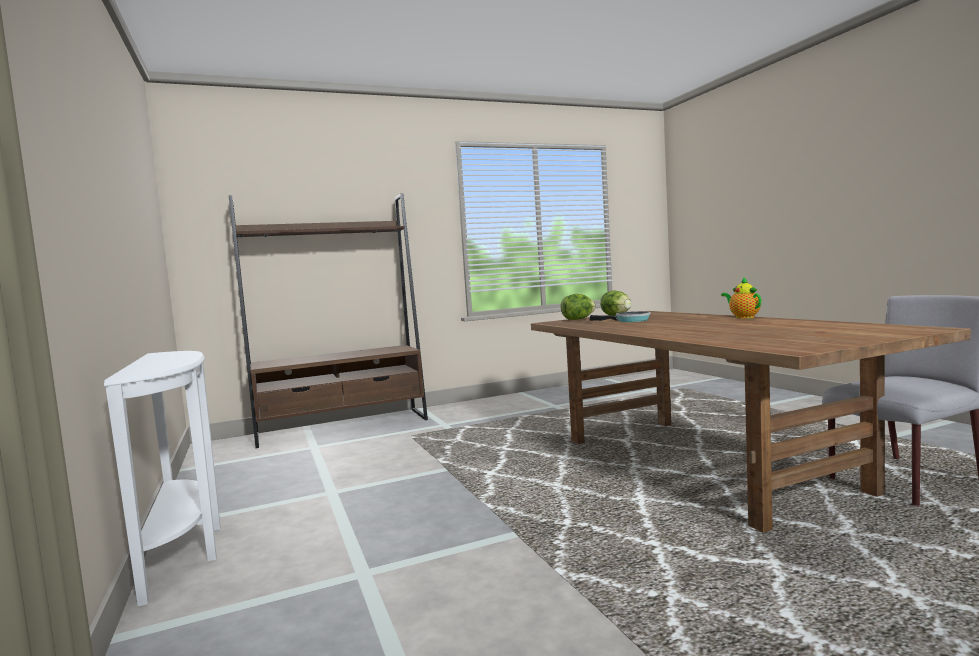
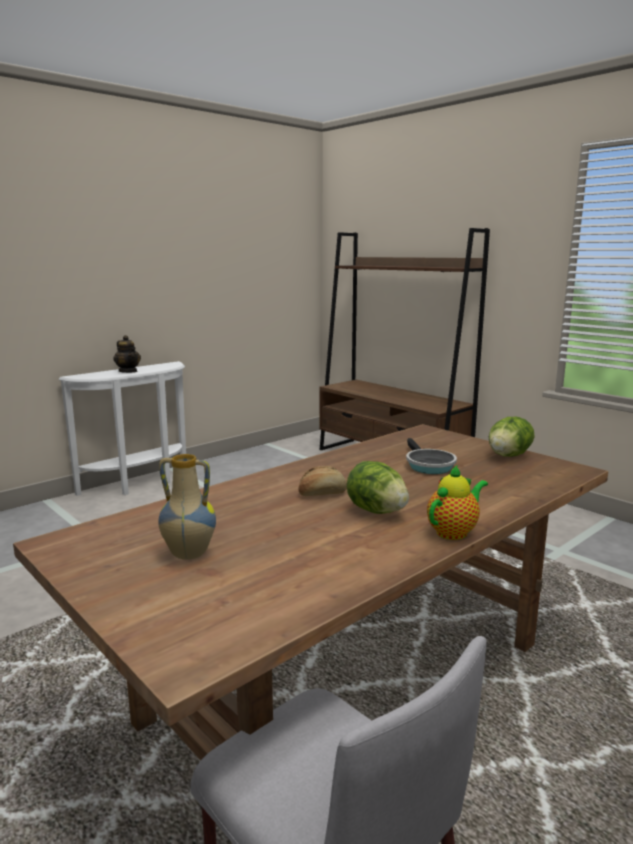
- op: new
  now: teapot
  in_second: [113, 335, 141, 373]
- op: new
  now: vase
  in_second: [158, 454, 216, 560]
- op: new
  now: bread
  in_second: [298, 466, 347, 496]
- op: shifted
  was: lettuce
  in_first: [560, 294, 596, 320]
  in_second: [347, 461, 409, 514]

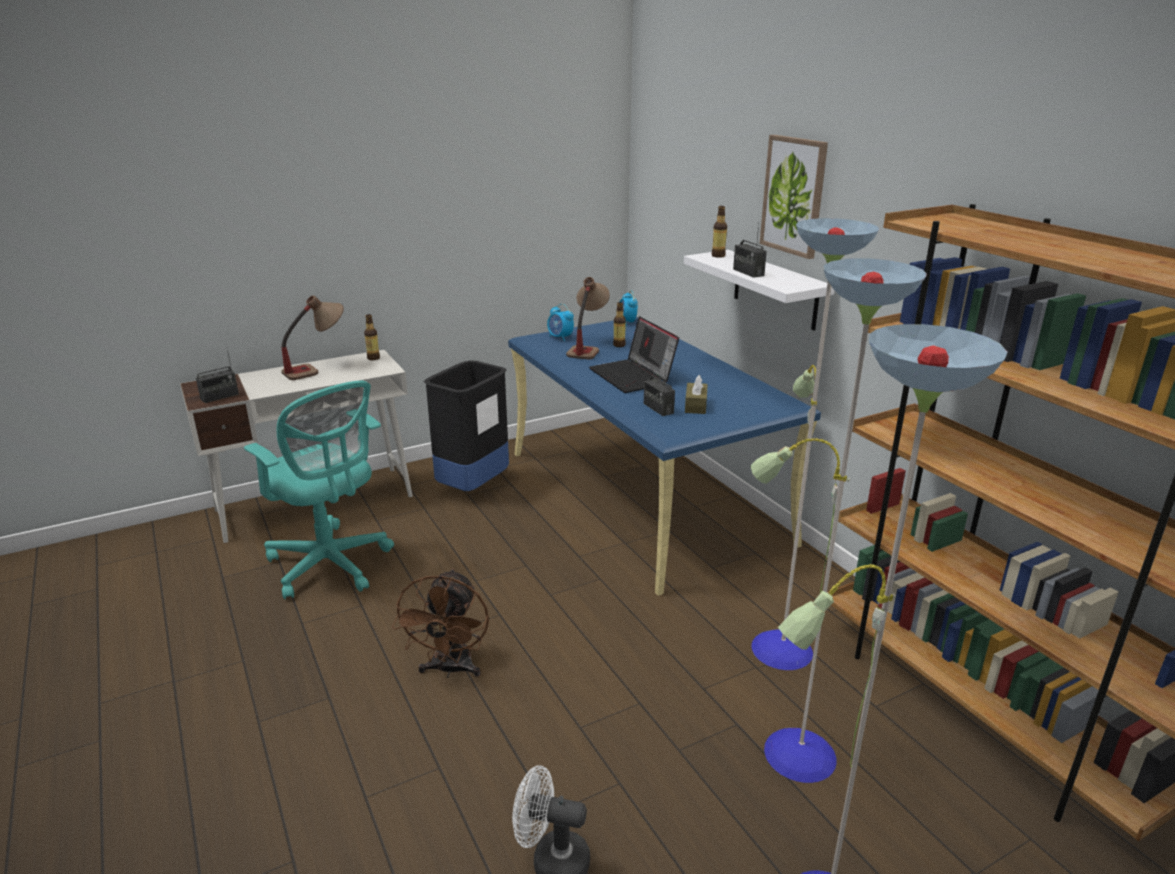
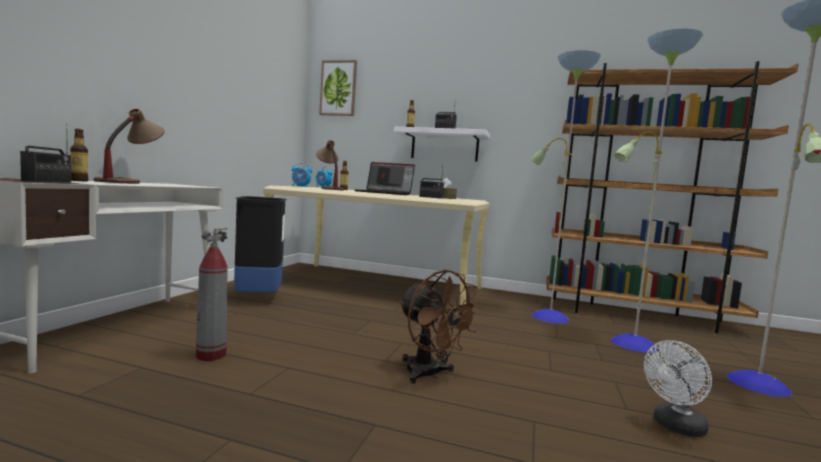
- op: shifted
  was: bottle
  in_first: [364, 314, 380, 360]
  in_second: [70, 129, 88, 182]
- op: shifted
  was: picture
  in_first: [760, 135, 828, 259]
  in_second: [319, 60, 357, 116]
- op: swapped
  was: office chair (turquoise)
  now: fire extinguisher
  in_first: [244, 381, 394, 599]
  in_second: [196, 227, 228, 361]
- op: repainted
  was: desk (blue)
  now: desk (beige)
  in_first: [508, 317, 821, 596]
  in_second: [263, 186, 490, 305]

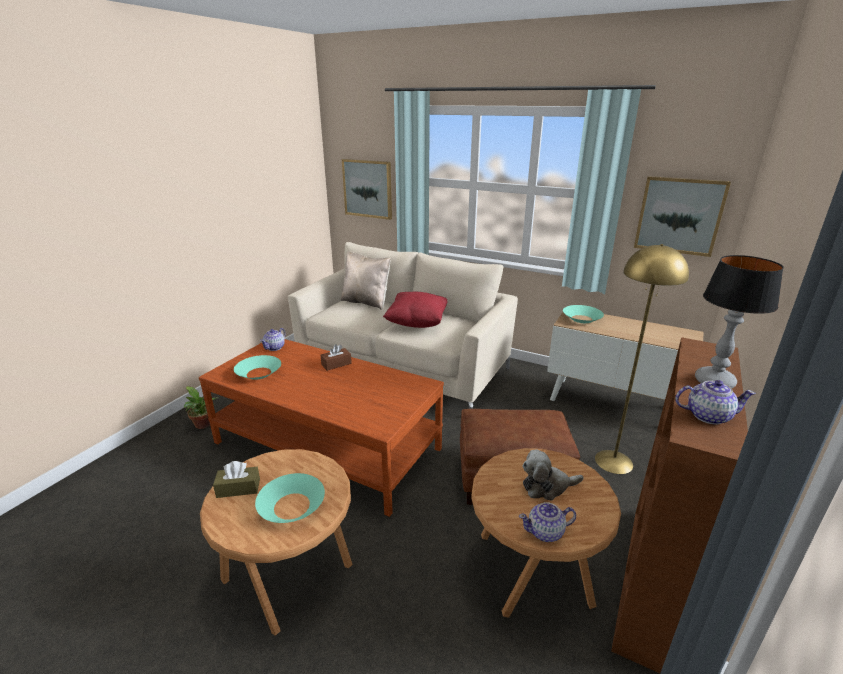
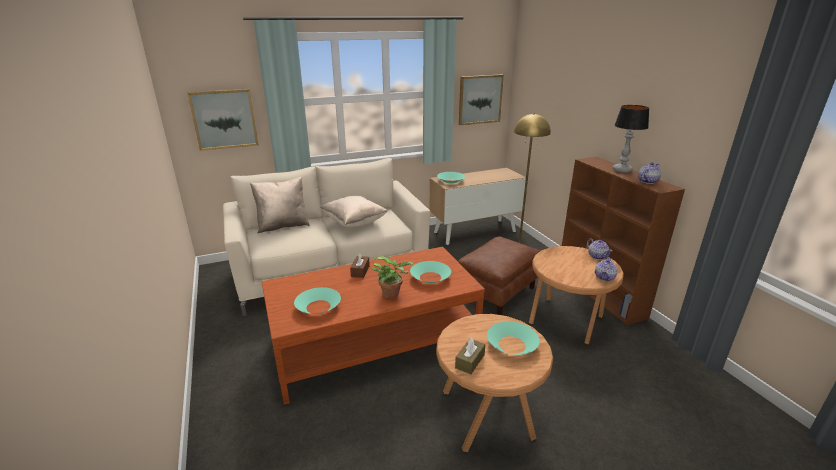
- op: gone
  was: plush toy
  in_first: [522, 450, 584, 501]
- op: new
  now: bowl (turquoise)
  in_second: [410, 261, 451, 283]
- op: shifted
  was: potted plant
  in_first: [184, 386, 218, 429]
  in_second: [372, 256, 414, 298]
- op: shifted
  was: teapot
  in_first: [260, 328, 286, 351]
  in_second: [587, 238, 613, 260]
- op: repainted
  was: pillow (red)
  now: pillow (beige)
  in_first: [383, 292, 447, 328]
  in_second: [320, 195, 387, 227]

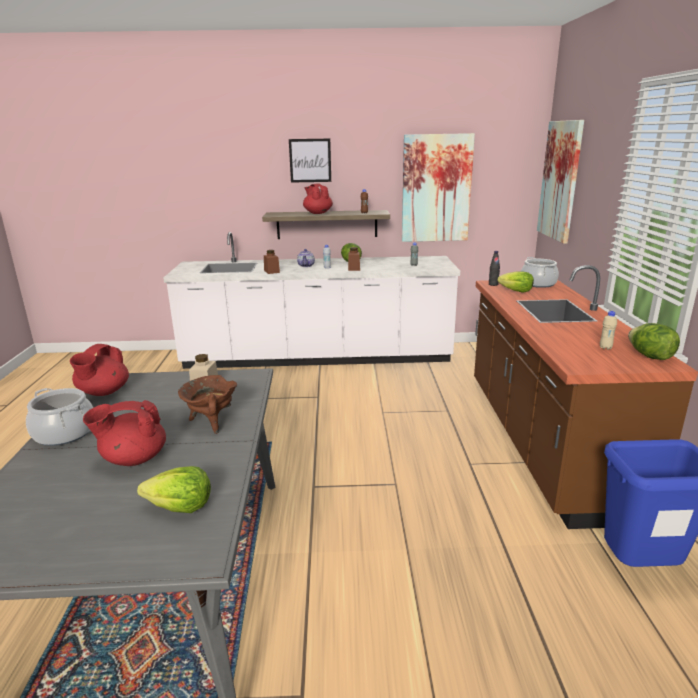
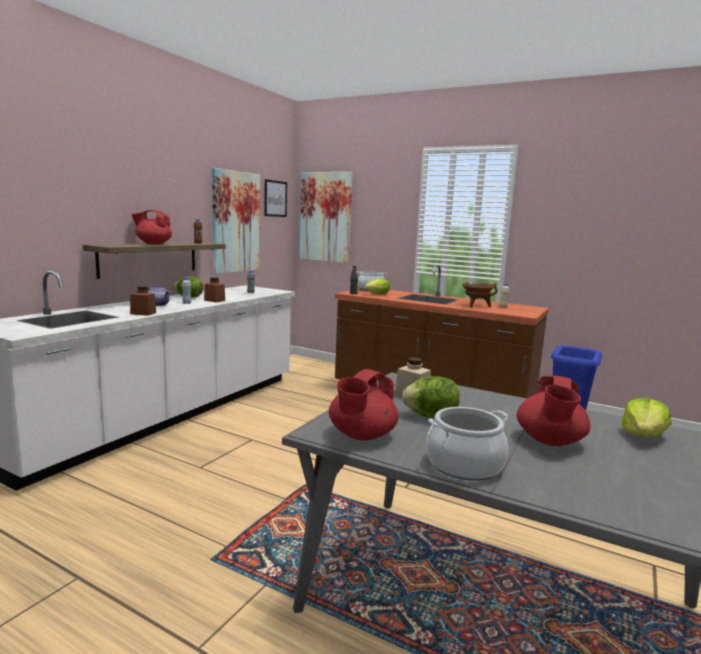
- op: shifted
  was: cooking pot (brown)
  in_first: [178, 375, 237, 434]
  in_second: [462, 282, 497, 307]
- op: shifted
  was: picture
  in_first: [289, 139, 331, 183]
  in_second: [264, 179, 287, 217]
- op: shifted
  was: lettuce
  in_first: [628, 323, 680, 360]
  in_second: [402, 376, 460, 418]
- op: rotated
  was: teapot (red)
  in_first: [70, 344, 129, 396]
  in_second: [329, 369, 398, 441]
  clockwise: 75

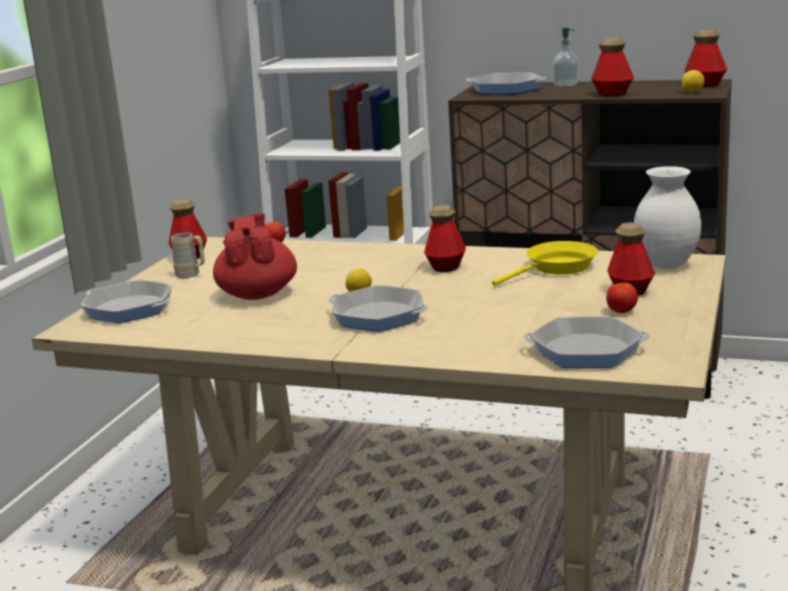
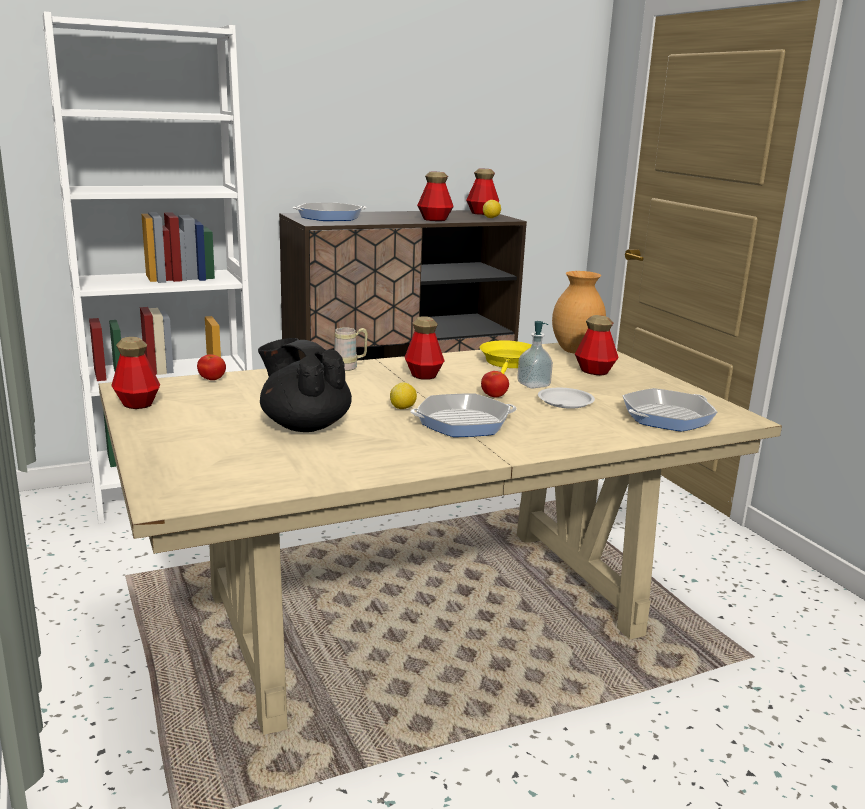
- op: gone
  was: frying pan
  in_first: [81, 280, 172, 323]
- op: new
  now: plate (white)
  in_second: [538, 388, 595, 409]
- op: shifted
  was: mug (beige)
  in_first: [171, 233, 205, 278]
  in_second: [334, 327, 368, 371]
- op: shifted
  was: soap dispenser
  in_first: [553, 27, 579, 86]
  in_second: [517, 321, 553, 389]
- op: shifted
  was: tomato
  in_first: [606, 282, 638, 313]
  in_second: [481, 371, 509, 398]
- op: repainted
  was: teapot (red)
  now: teapot (black)
  in_first: [213, 213, 297, 300]
  in_second: [258, 338, 352, 432]
- op: repainted
  was: vase (white)
  now: vase (brown)
  in_first: [634, 166, 701, 269]
  in_second: [552, 271, 606, 354]

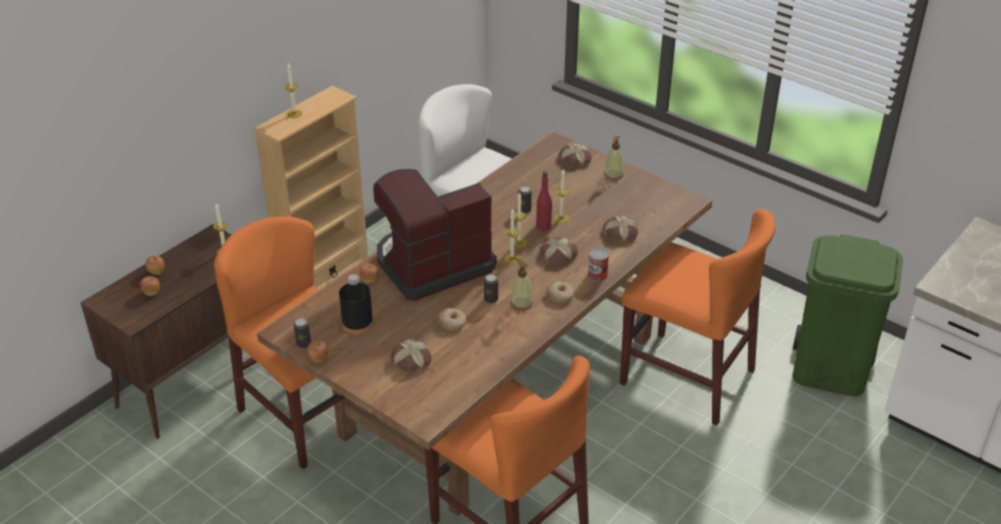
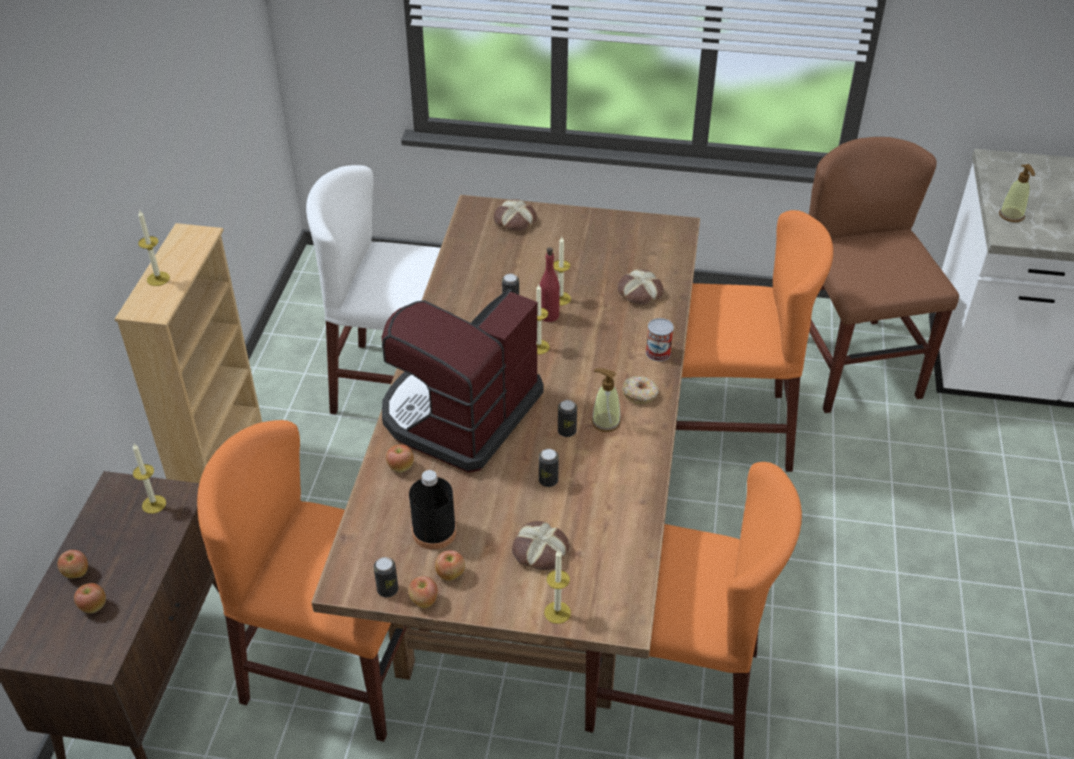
- op: gone
  was: bread
  in_first: [540, 237, 578, 265]
- op: new
  now: apple
  in_second: [435, 550, 465, 581]
- op: shifted
  was: candle
  in_first: [504, 208, 521, 264]
  in_second: [544, 550, 571, 624]
- op: shifted
  was: soap dispenser
  in_first: [604, 136, 624, 180]
  in_second: [999, 164, 1035, 222]
- op: swapped
  was: donut
  now: can
  in_first: [438, 308, 466, 330]
  in_second: [539, 449, 559, 487]
- op: swapped
  was: trash can (green)
  now: chair (brown)
  in_first: [793, 234, 903, 397]
  in_second: [809, 137, 959, 413]

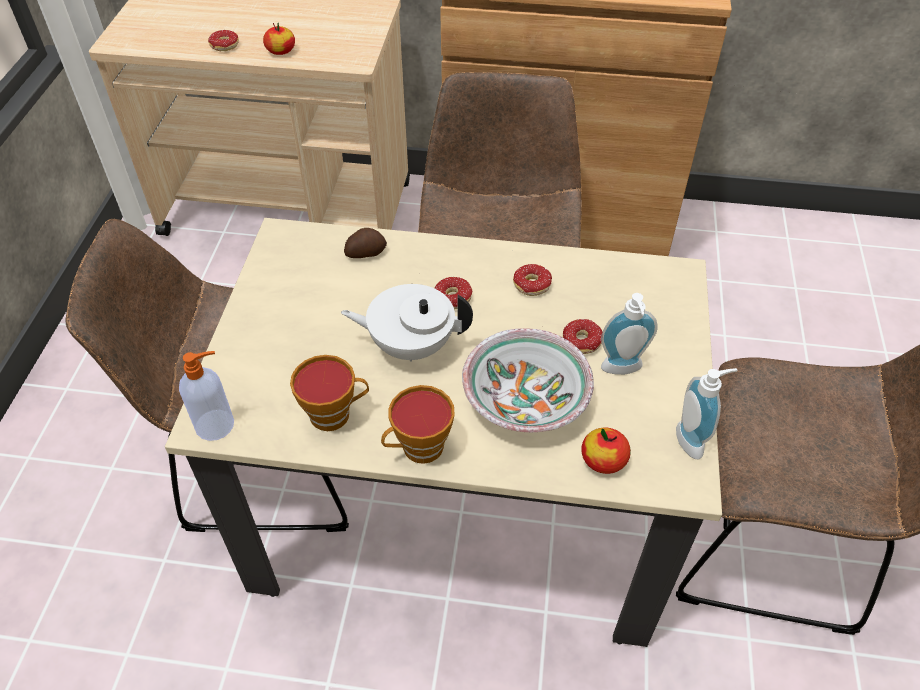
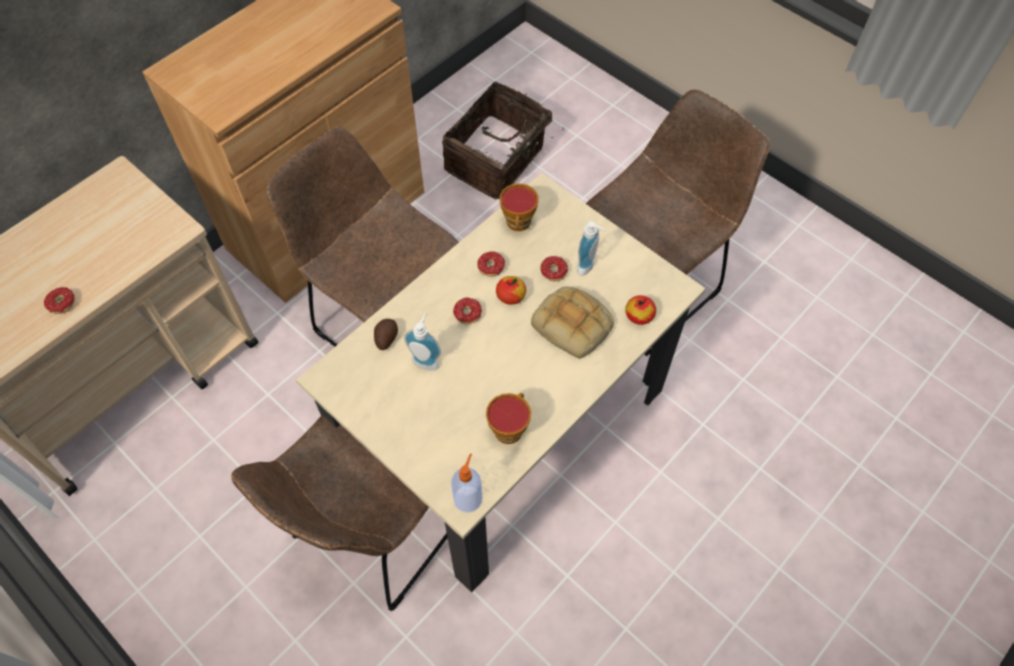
- op: gone
  was: teapot (white)
  in_first: [341, 284, 473, 361]
- op: new
  now: basket
  in_second: [442, 81, 564, 199]
- op: shifted
  was: apple
  in_first: [263, 23, 295, 55]
  in_second: [496, 276, 526, 305]
- op: shifted
  was: cup
  in_first: [381, 385, 455, 464]
  in_second: [500, 183, 539, 231]
- op: shifted
  was: soap dispenser
  in_first: [676, 368, 737, 459]
  in_second: [404, 313, 441, 370]
- op: swapped
  was: bowl
  now: bread
  in_first: [462, 328, 594, 432]
  in_second: [531, 287, 614, 359]

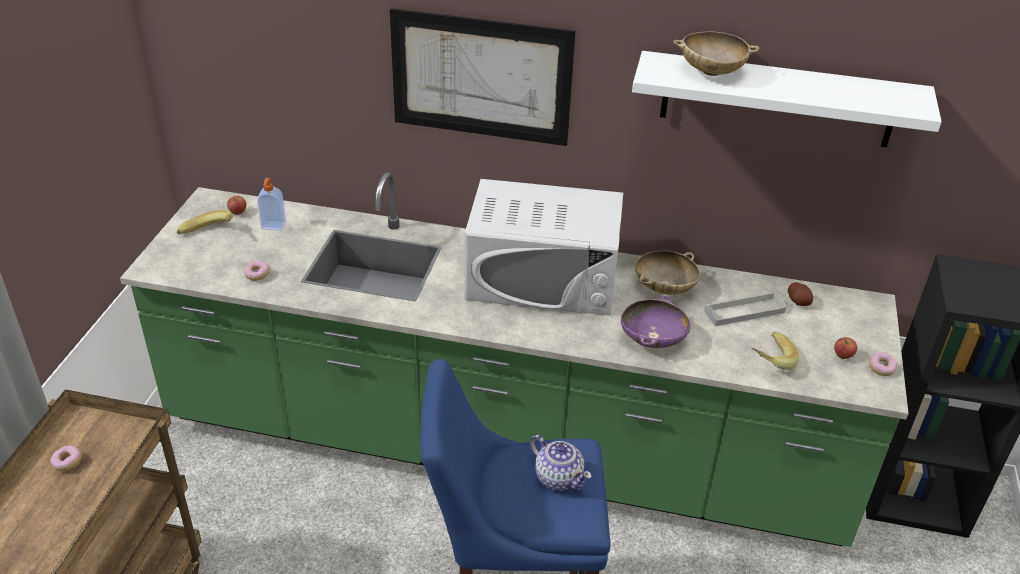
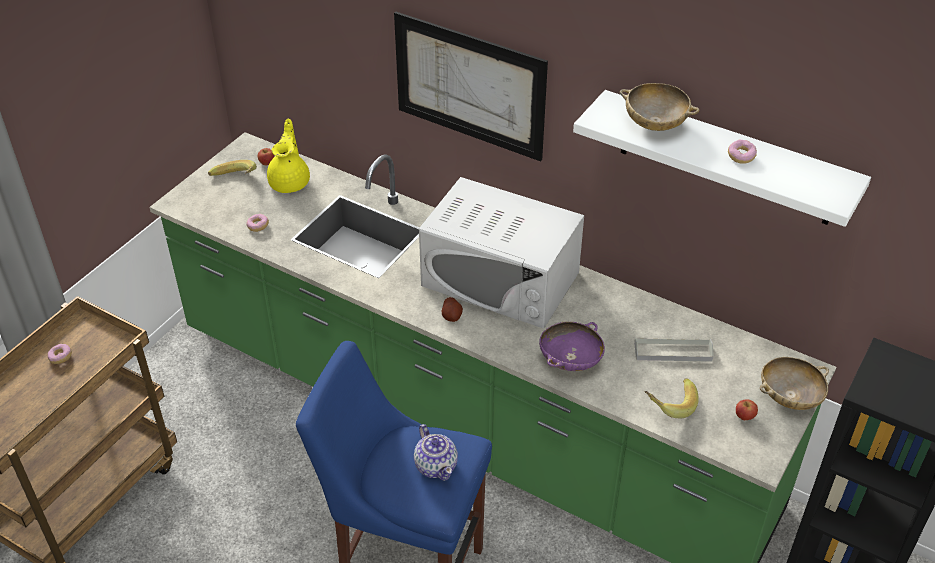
- op: shifted
  was: bowl (beige)
  in_first: [635, 251, 700, 295]
  in_second: [760, 357, 829, 410]
- op: shifted
  was: potato
  in_first: [788, 282, 813, 306]
  in_second: [442, 297, 463, 322]
- op: shifted
  was: donut
  in_first: [869, 352, 897, 376]
  in_second: [728, 140, 757, 164]
- op: swapped
  was: soap dispenser
  now: teapot (yellow)
  in_first: [257, 178, 286, 231]
  in_second: [267, 119, 310, 193]

